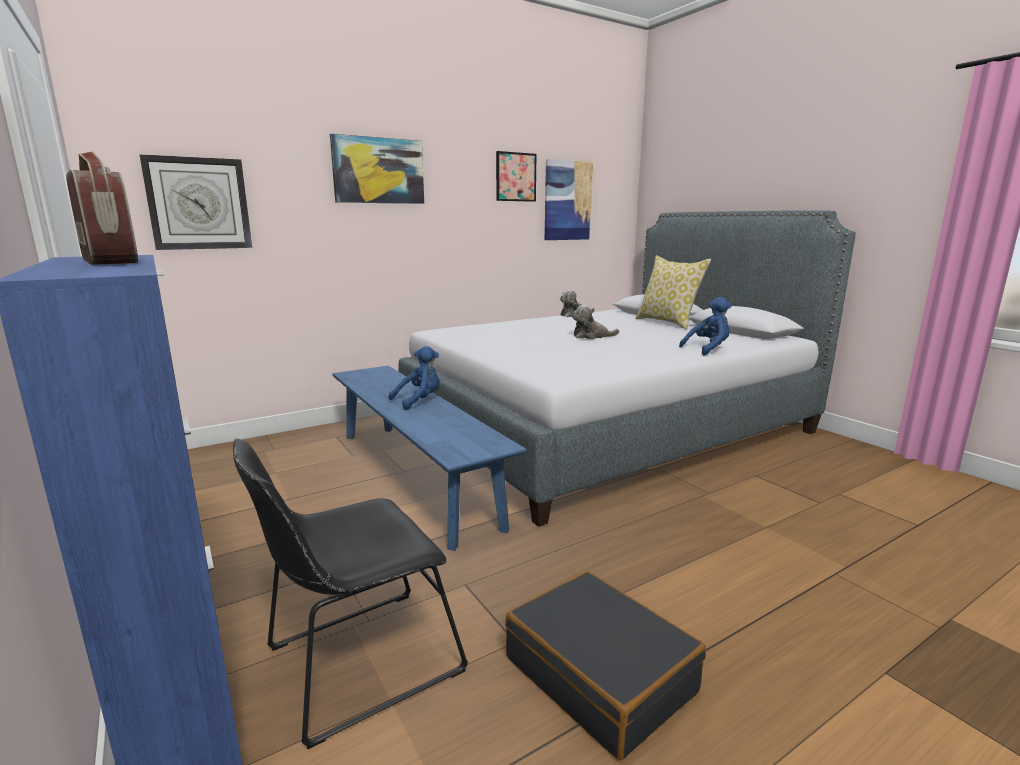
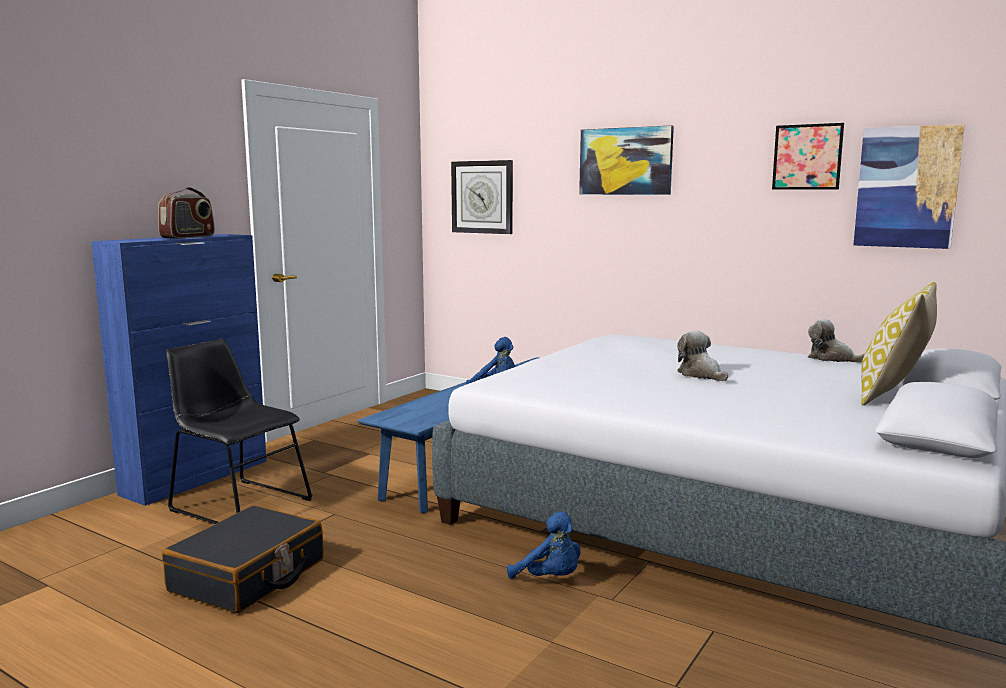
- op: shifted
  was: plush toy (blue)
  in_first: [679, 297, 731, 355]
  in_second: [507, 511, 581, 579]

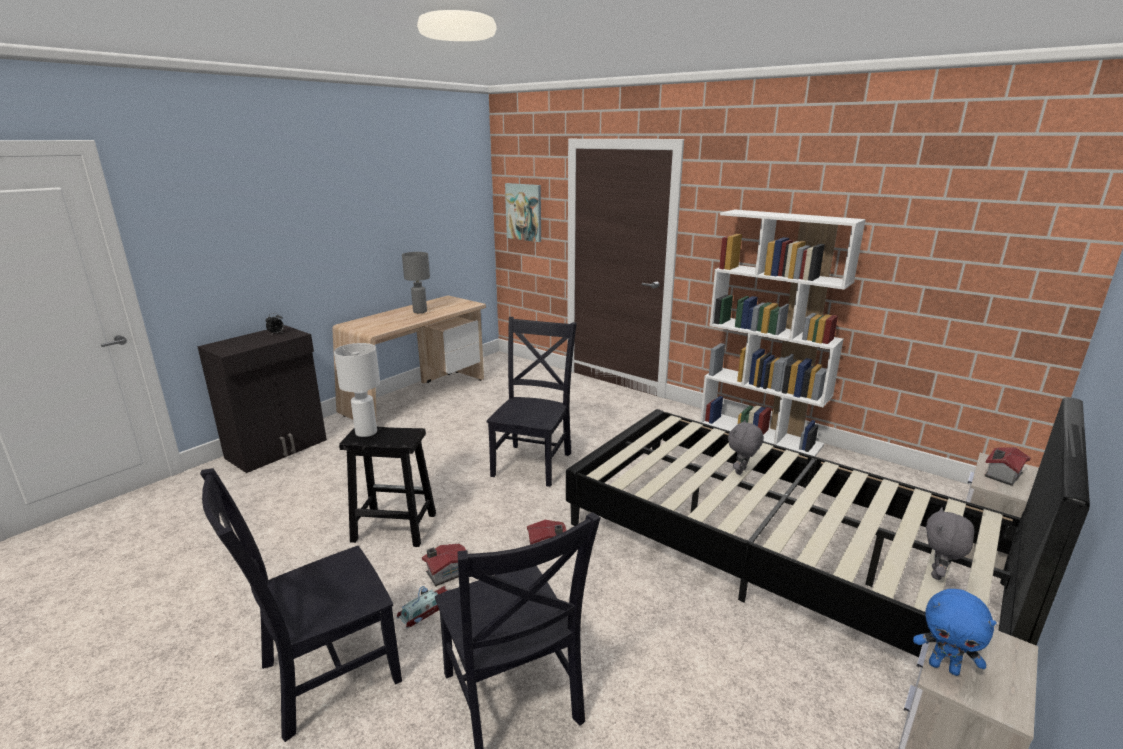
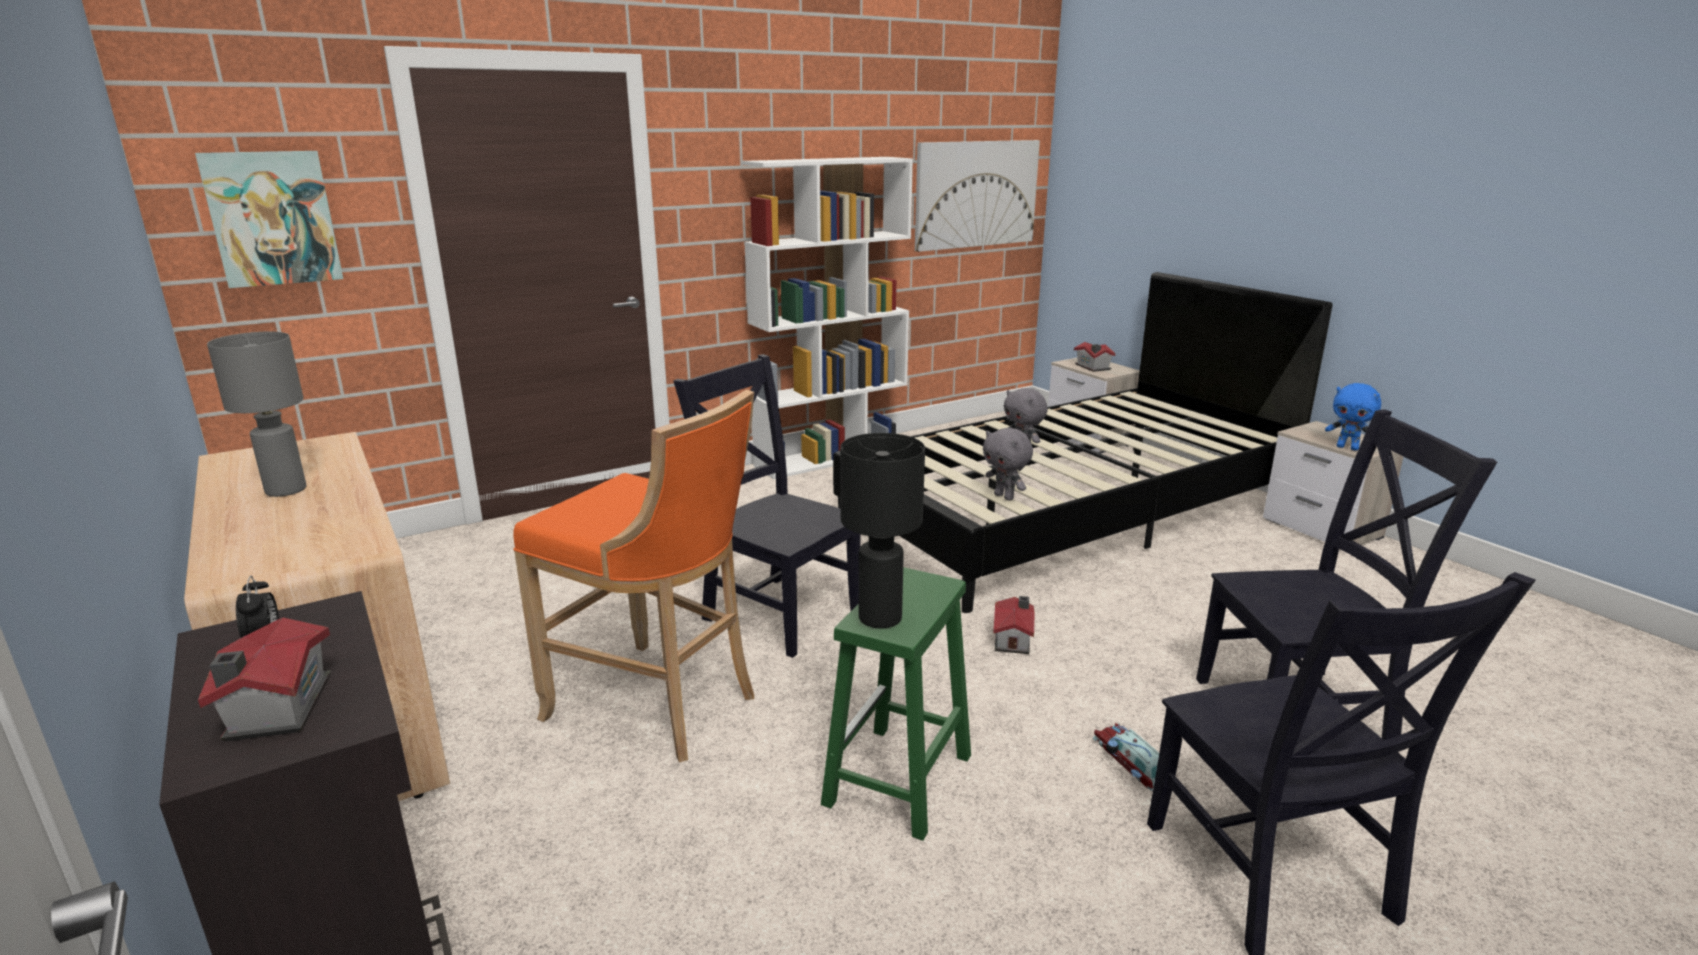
- op: new
  now: stool (orange)
  in_second: [513, 390, 754, 762]
- op: new
  now: picture
  in_second: [915, 140, 1040, 252]
- op: shifted
  was: toy house
  in_first: [422, 544, 466, 586]
  in_second: [198, 617, 331, 741]
- op: shifted
  was: plush toy (grey)
  in_first: [926, 507, 975, 580]
  in_second: [983, 428, 1033, 501]
- op: repainted
  was: table lamp (white)
  now: table lamp (black)
  in_first: [334, 343, 380, 437]
  in_second: [840, 433, 925, 628]
- op: repainted
  was: stool (black)
  now: stool (green)
  in_first: [339, 427, 436, 547]
  in_second: [821, 567, 971, 841]
- op: rotated
  was: plush toy (blue)
  in_first: [913, 589, 997, 676]
  in_second: [1325, 383, 1381, 451]
  clockwise: 75

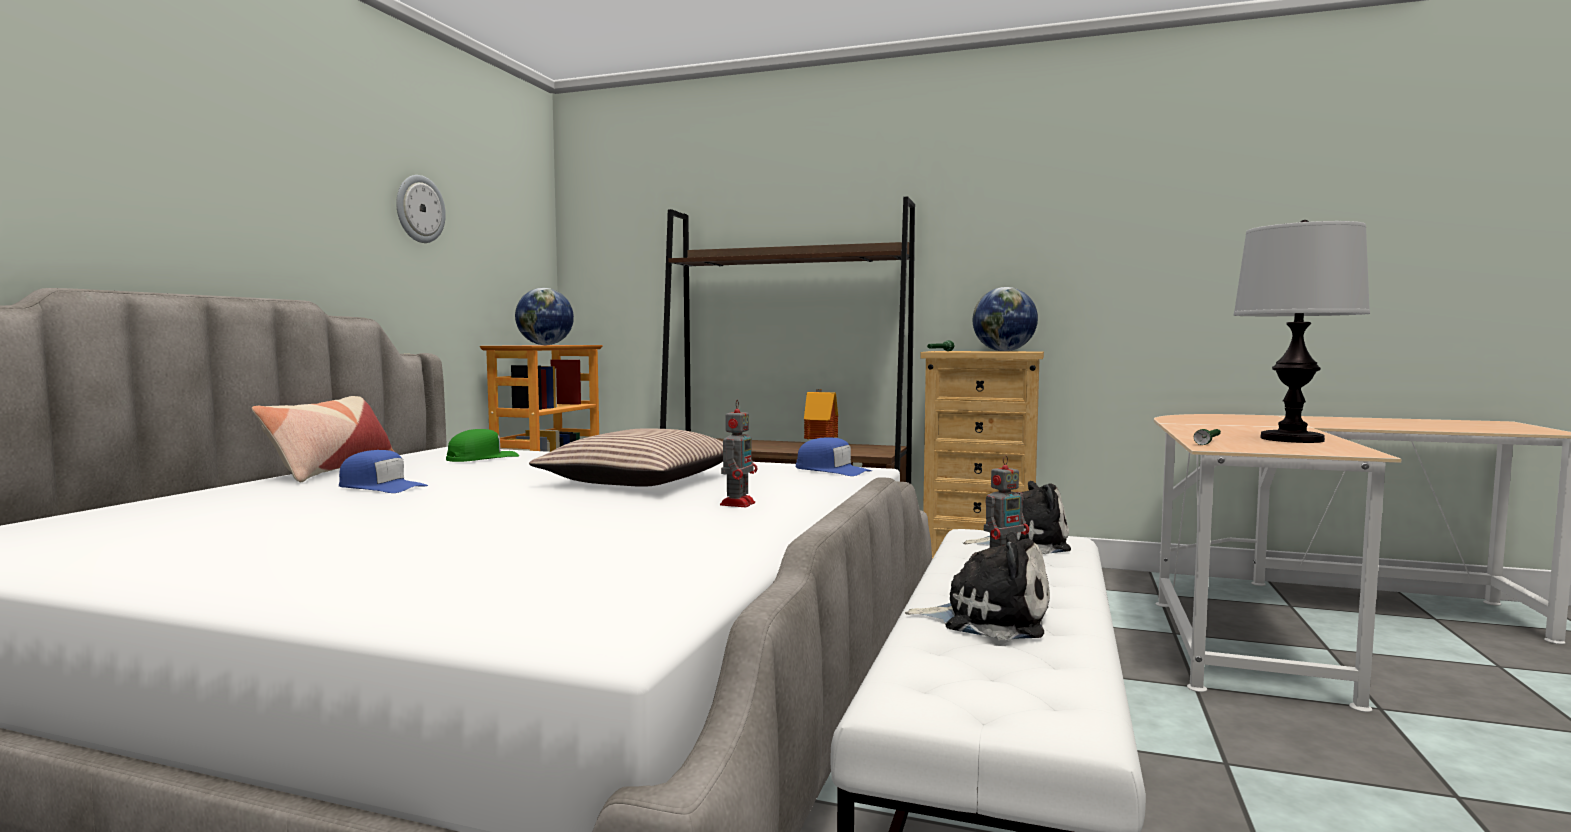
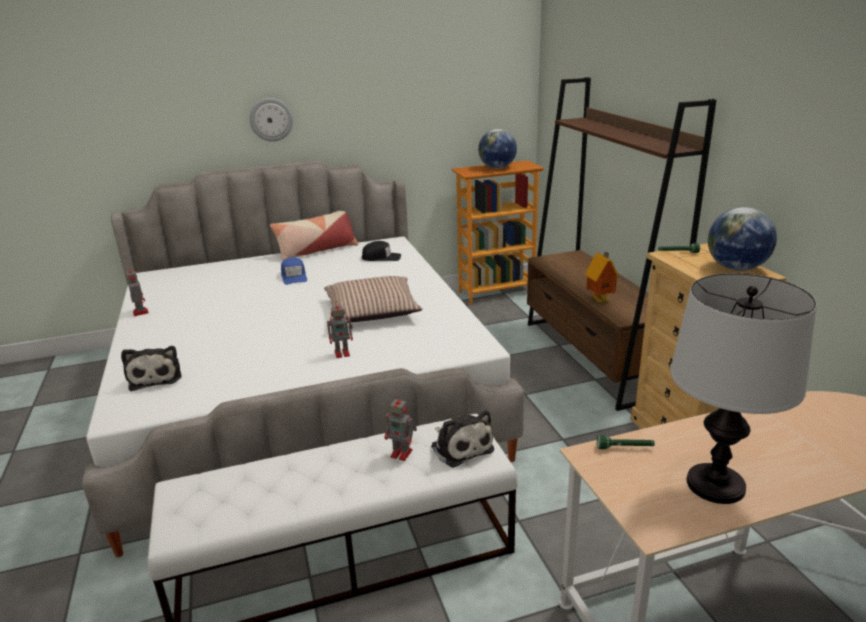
- op: gone
  was: cap (blue)
  in_first: [796, 437, 872, 476]
- op: new
  now: toy robot
  in_second: [126, 267, 149, 316]
- op: shifted
  was: wall clock
  in_first: [396, 175, 446, 243]
  in_second: [250, 98, 293, 142]
- op: shifted
  was: plush toy
  in_first: [905, 532, 1050, 640]
  in_second: [121, 346, 182, 391]
- op: repainted
  was: cap (green)
  now: cap (black)
  in_first: [446, 429, 519, 462]
  in_second: [362, 241, 401, 261]

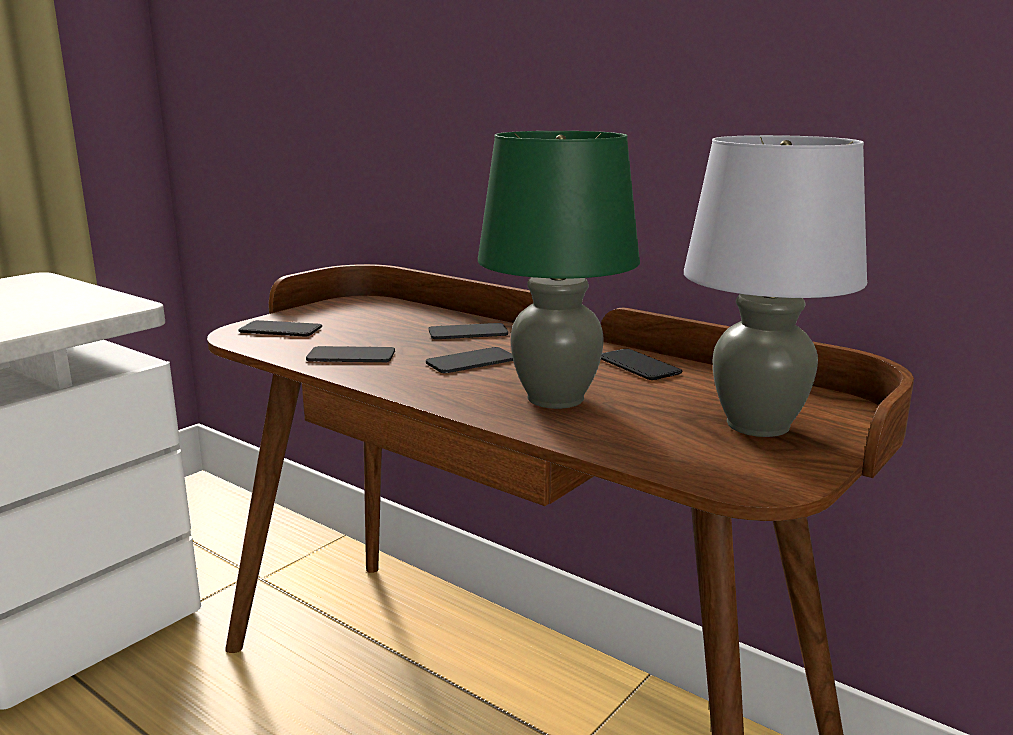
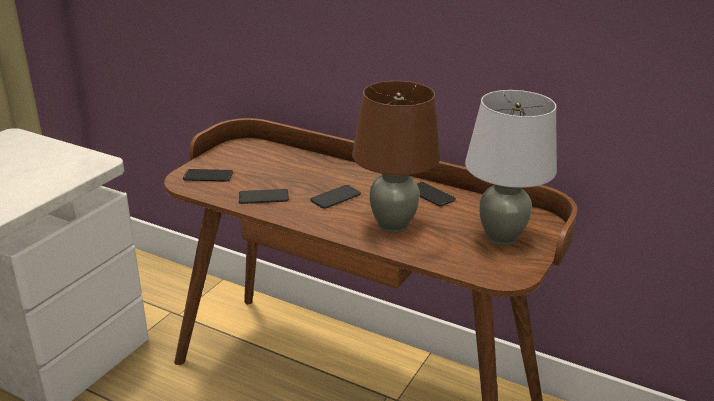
- op: gone
  was: phone
  in_first: [429, 323, 508, 339]
- op: repainted
  was: table lamp (green)
  now: table lamp (brown)
  in_first: [478, 131, 640, 409]
  in_second: [352, 81, 440, 233]

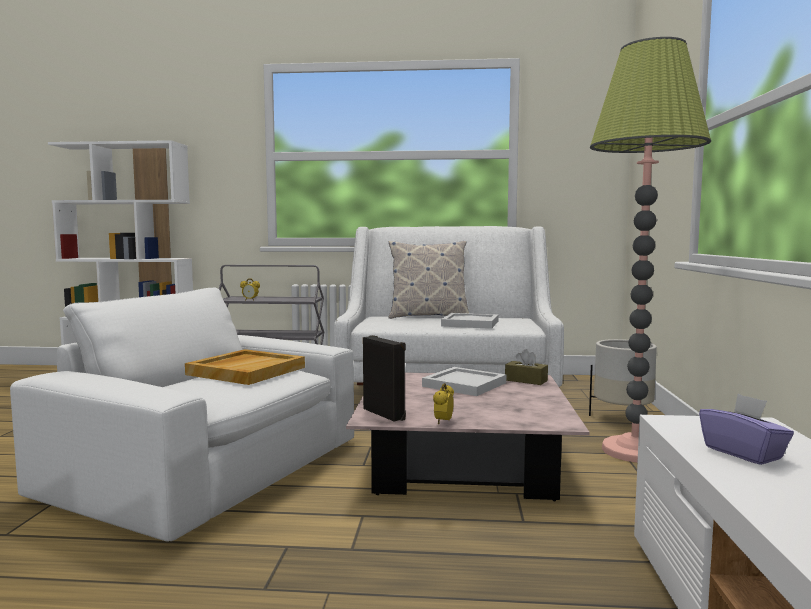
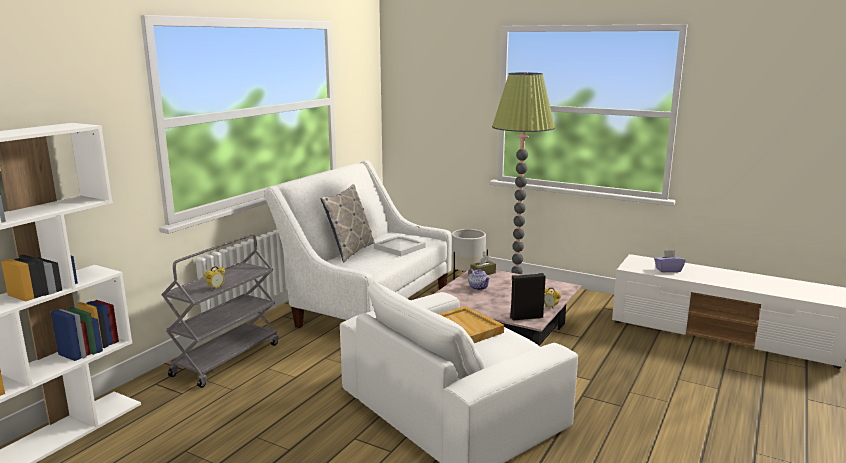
- op: swapped
  was: tray (white)
  now: teapot
  in_first: [422, 367, 506, 396]
  in_second: [468, 269, 490, 290]

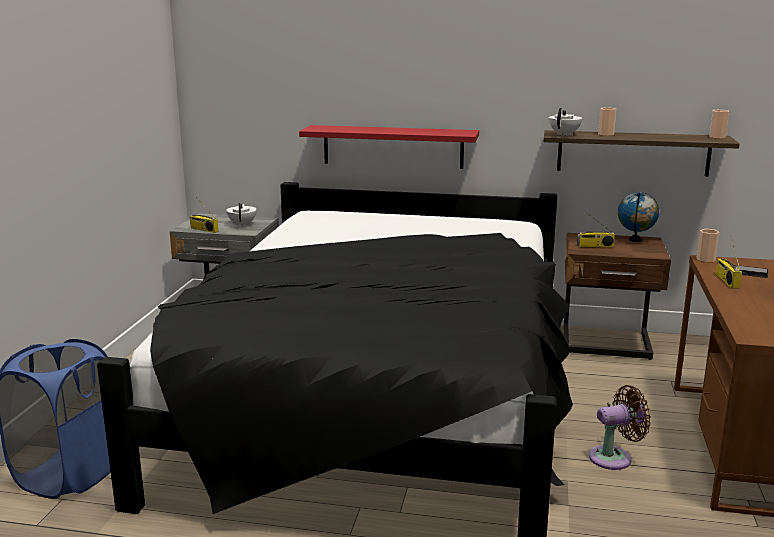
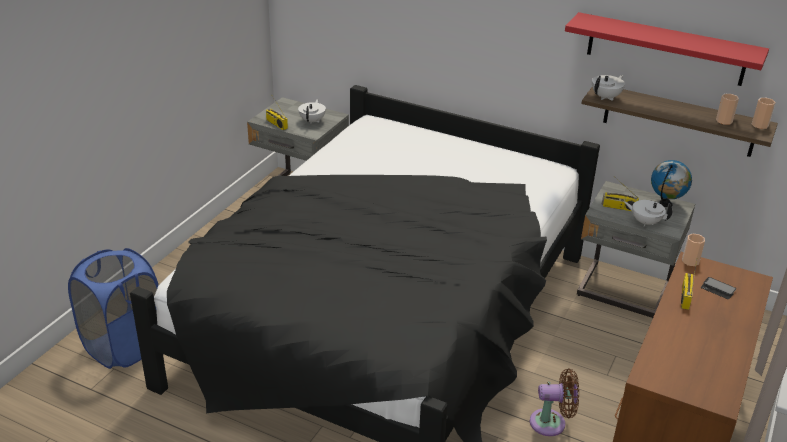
- op: new
  now: teapot (white)
  in_second: [624, 200, 673, 227]
- op: shifted
  was: shelf (red)
  in_first: [299, 125, 479, 169]
  in_second: [565, 12, 769, 86]
- op: shifted
  was: cup
  in_first: [598, 107, 616, 136]
  in_second: [716, 94, 739, 125]
- op: repainted
  was: nightstand (brown)
  now: nightstand (grey)
  in_first: [564, 233, 671, 360]
  in_second: [577, 181, 695, 318]

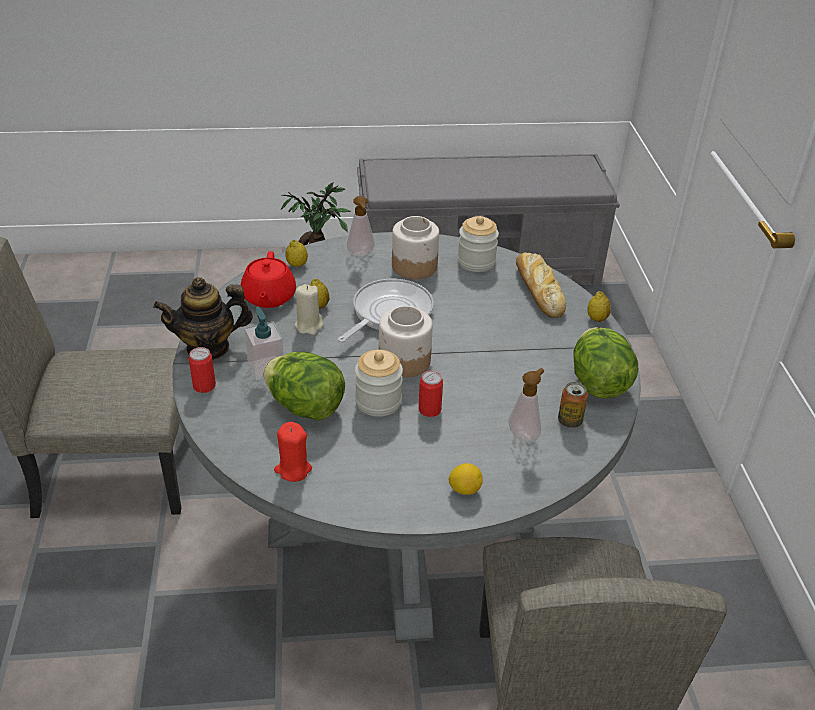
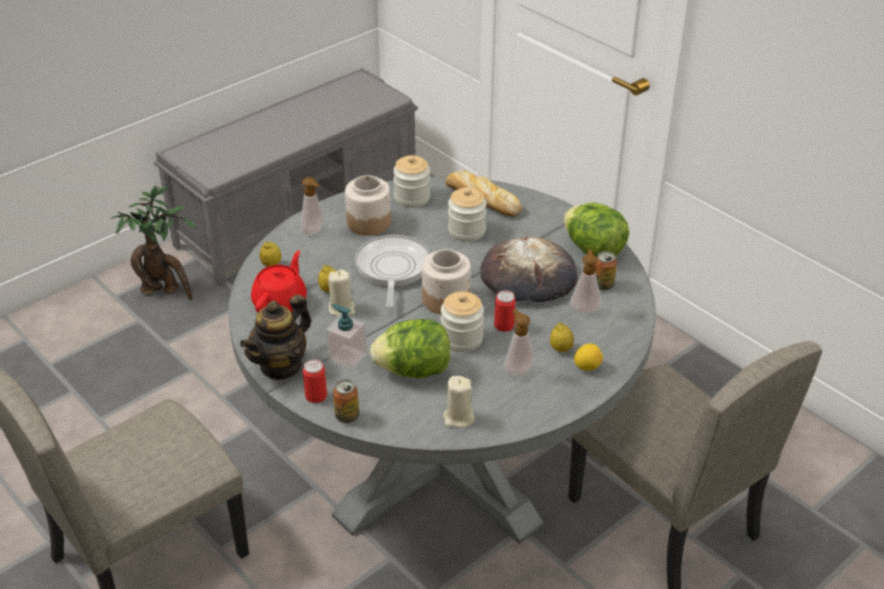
- op: new
  now: can
  in_second: [333, 379, 359, 423]
- op: new
  now: jar
  in_second: [448, 187, 487, 242]
- op: new
  now: bread
  in_second: [480, 236, 578, 302]
- op: new
  now: soap dispenser
  in_second: [504, 309, 535, 377]
- op: shifted
  was: lemon
  in_first: [587, 291, 611, 322]
  in_second: [550, 323, 574, 352]
- op: repainted
  was: candle (red)
  now: candle (beige)
  in_first: [274, 422, 312, 482]
  in_second: [443, 376, 475, 428]
- op: rotated
  was: teapot (red)
  in_first: [241, 251, 296, 308]
  in_second: [251, 250, 307, 313]
  clockwise: -120

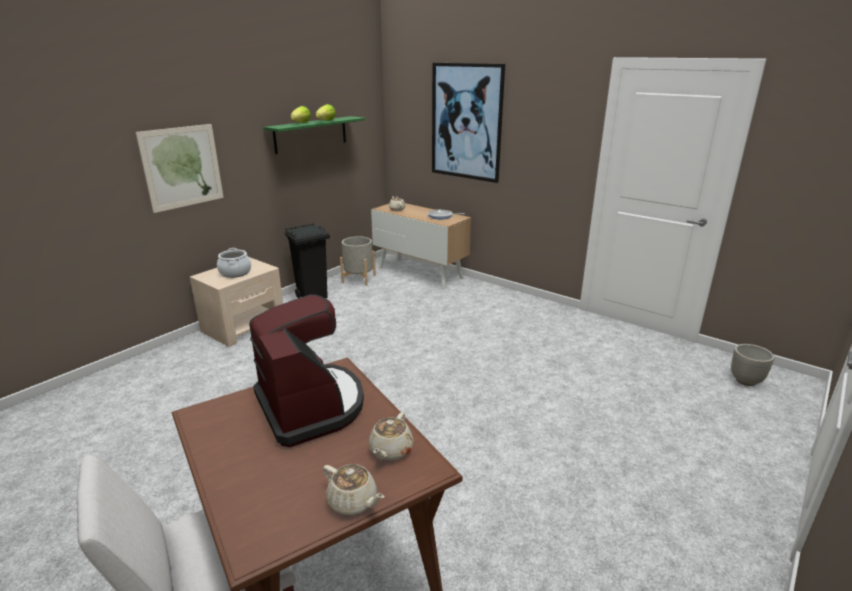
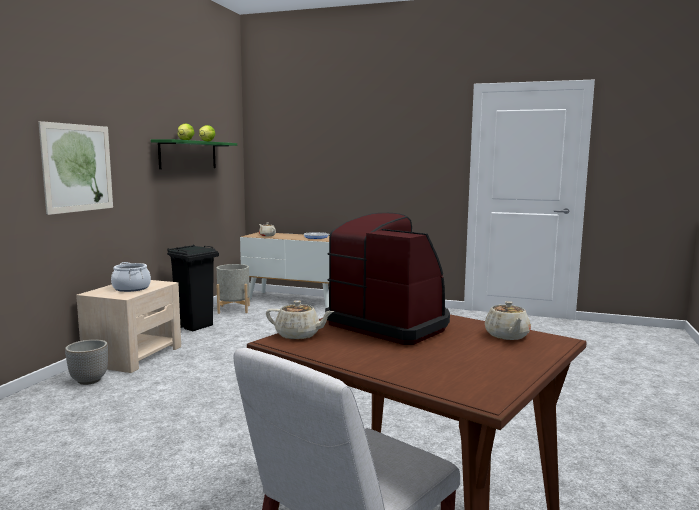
- op: gone
  was: picture
  in_first: [432, 63, 505, 183]
- op: shifted
  was: teapot (beige)
  in_first: [323, 464, 384, 515]
  in_second: [266, 300, 334, 339]
- op: shifted
  was: planter
  in_first: [731, 344, 775, 386]
  in_second: [65, 339, 108, 385]

